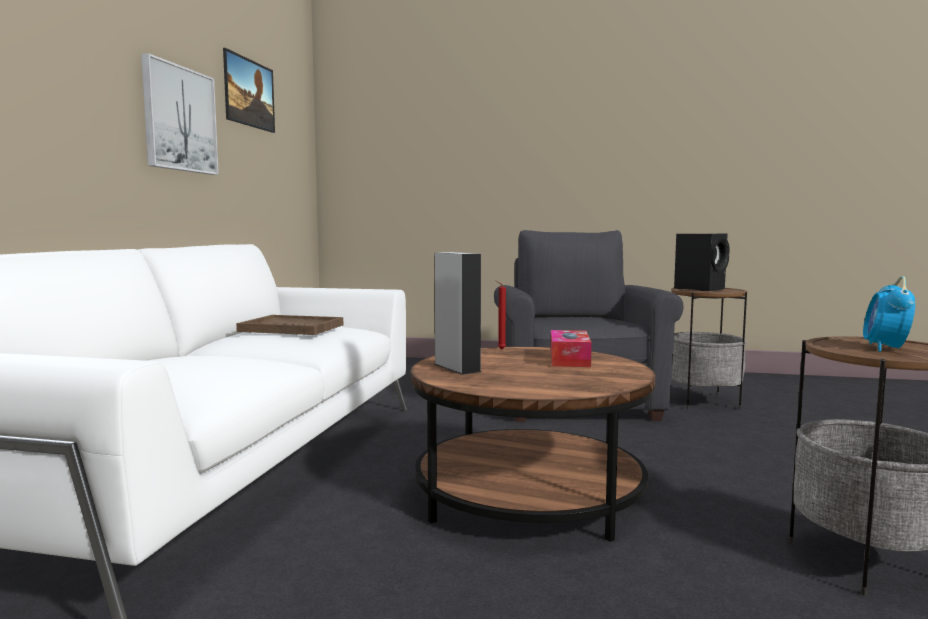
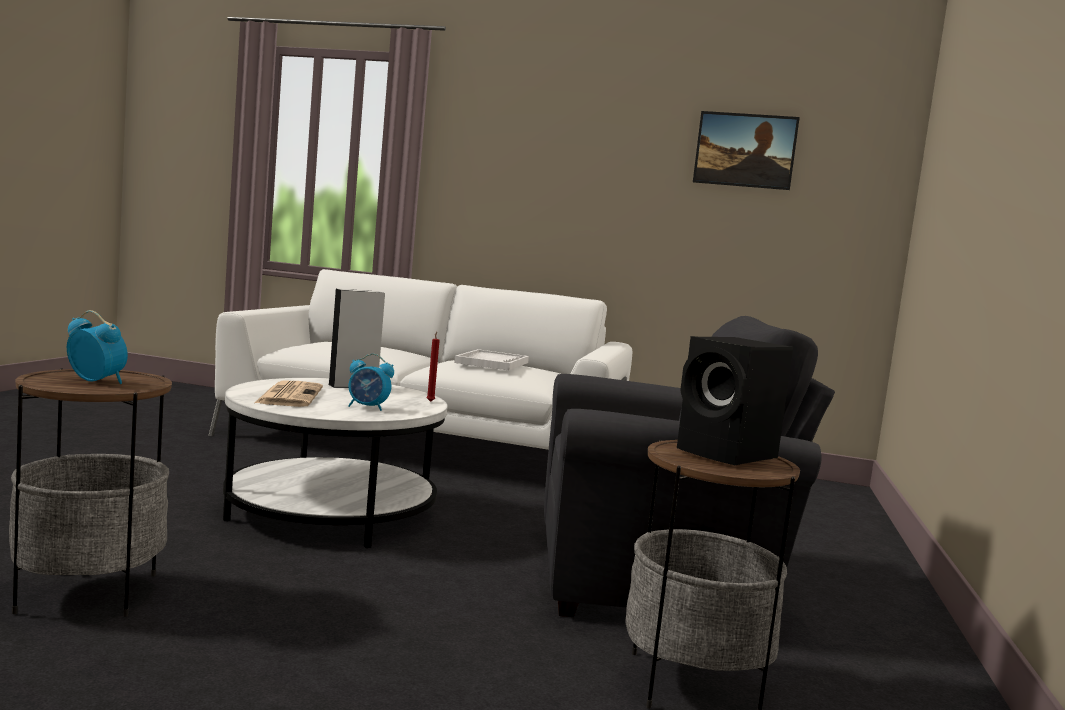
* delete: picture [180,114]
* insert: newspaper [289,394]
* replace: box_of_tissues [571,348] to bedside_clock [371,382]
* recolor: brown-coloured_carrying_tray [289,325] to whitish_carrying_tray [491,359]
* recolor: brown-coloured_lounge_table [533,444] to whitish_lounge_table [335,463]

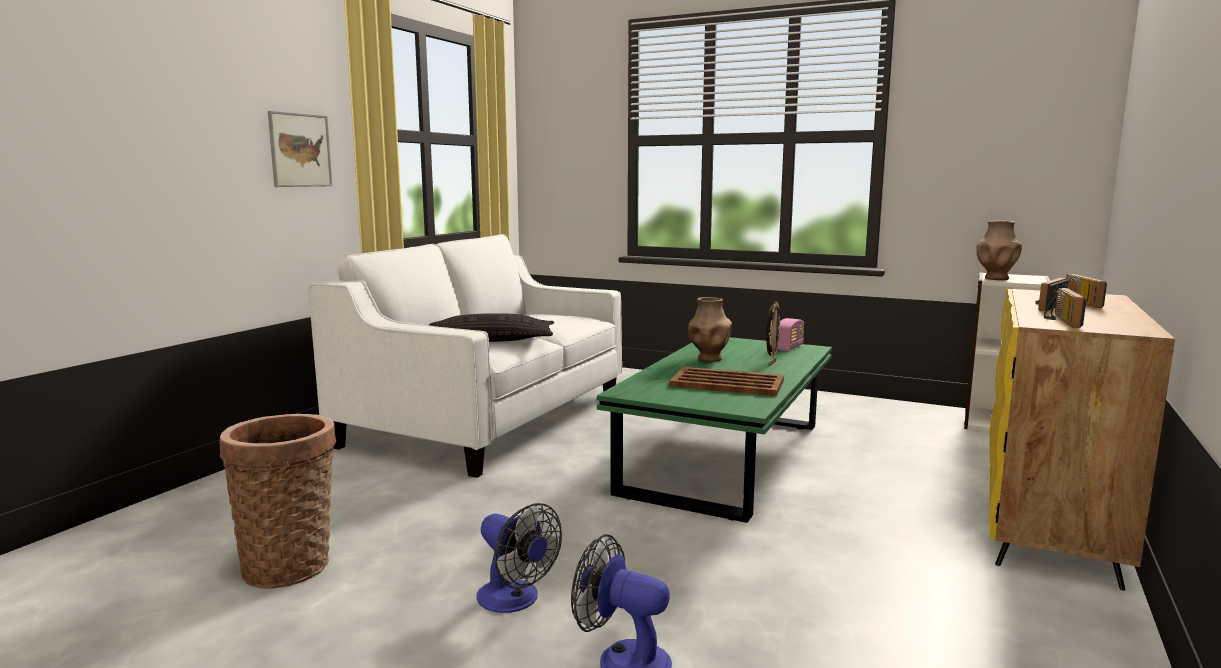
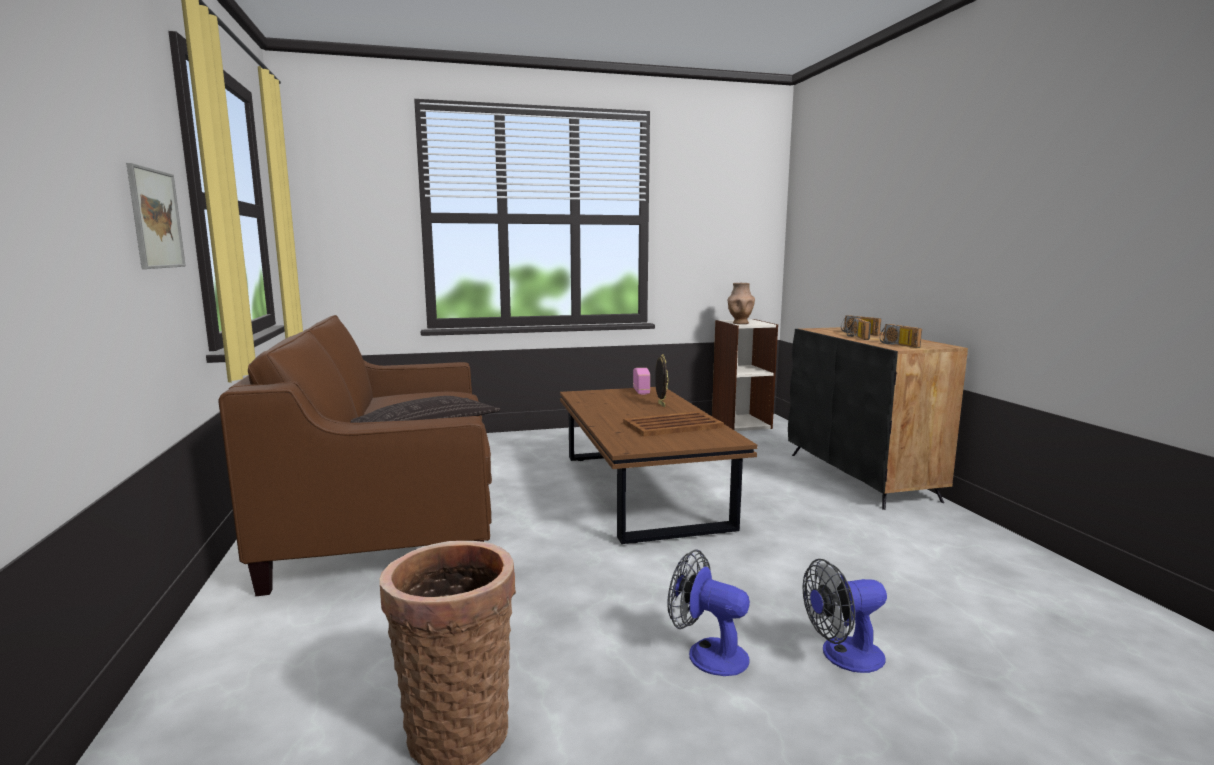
* delete: brown-coloured_vase [710,329]
* recolor: whitish_couch [465,356] to brown-coloured_couch [355,455]
* recolor: green-coloured_lounge_table [714,430] to brown-coloured_lounge_table [658,465]
* recolor: yellowish_storage_cabinet [1082,440] to black_storage_cabinet [878,418]
* rotate: cooling_fan [519,558] = [708,613] 150 degrees counterclockwise

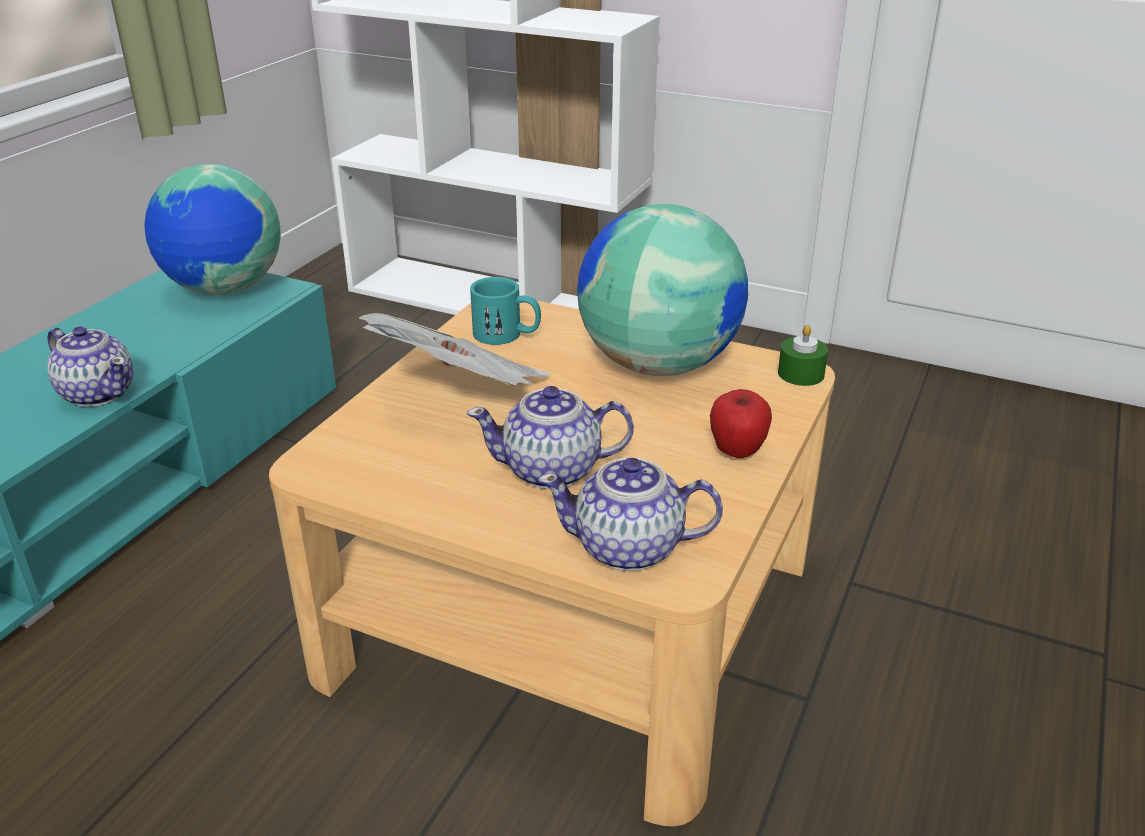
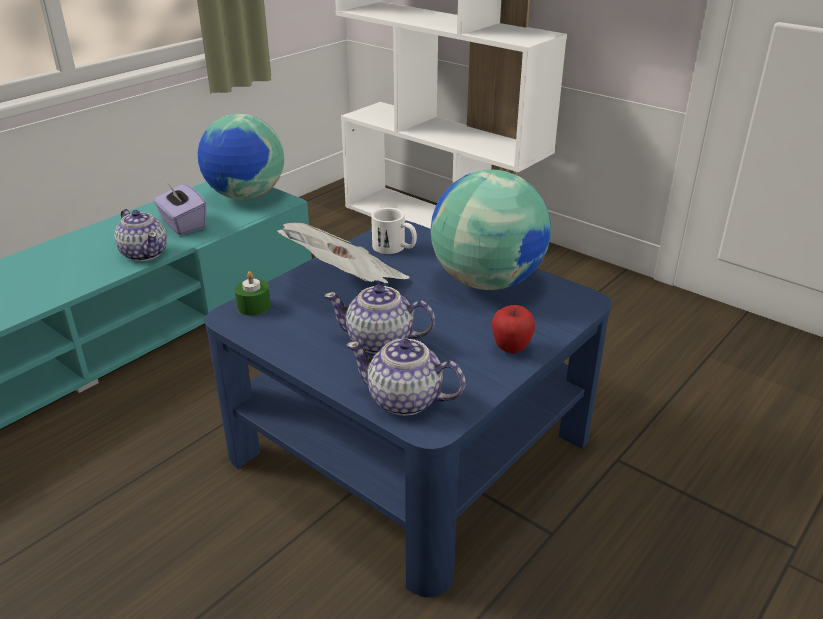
* insert: purple_box_of_tissues [180,209]
* move: green-coloured_candle [803,355] to [253,293]
* recolor: beige_lounge_table [552,563] to blue_lounge_table [408,409]
* recolor: turquoise_coffee_mug [505,311] to whitish_coffee_mug [394,231]

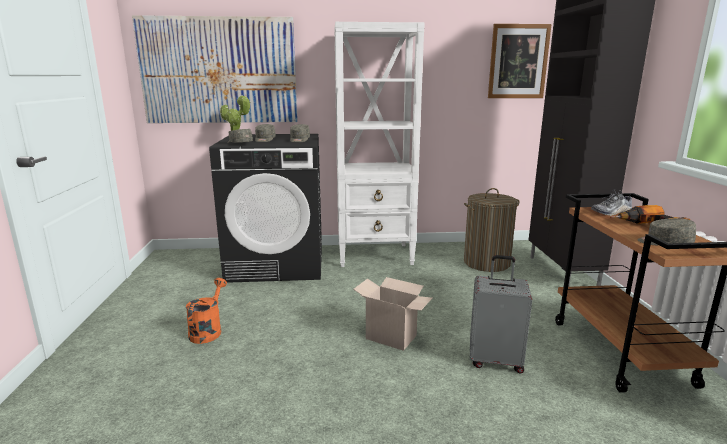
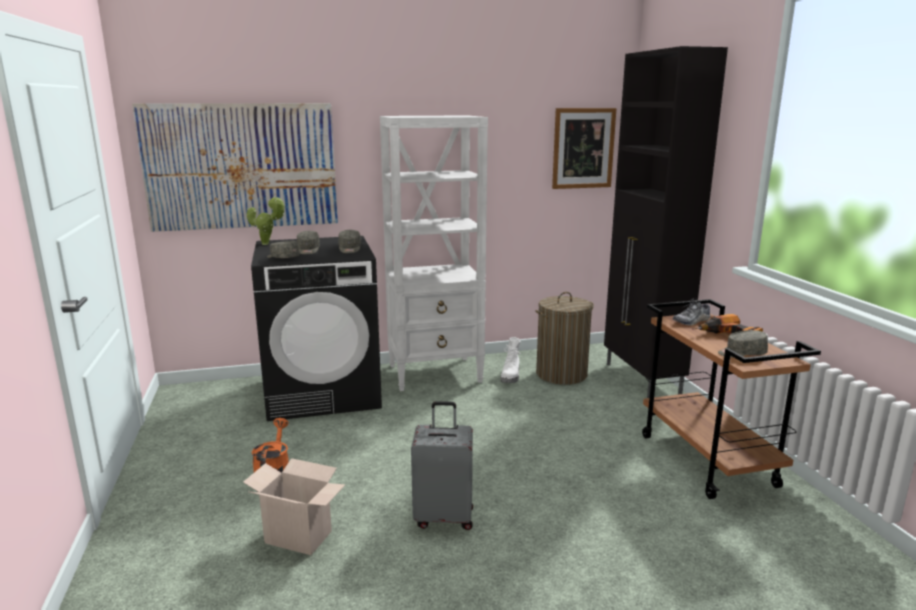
* insert: whitish_boot [510,360]
* move: packing_box [392,314] to [294,506]
* move: grey_travel_case [501,314] to [442,465]

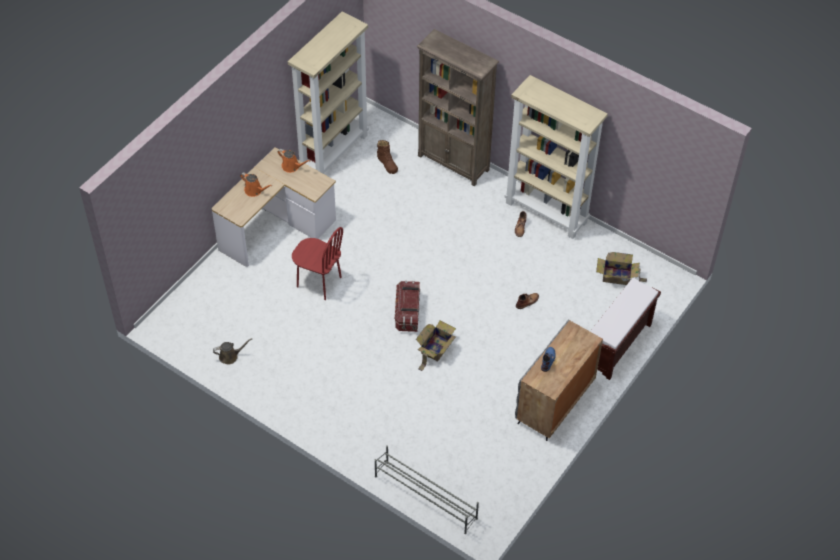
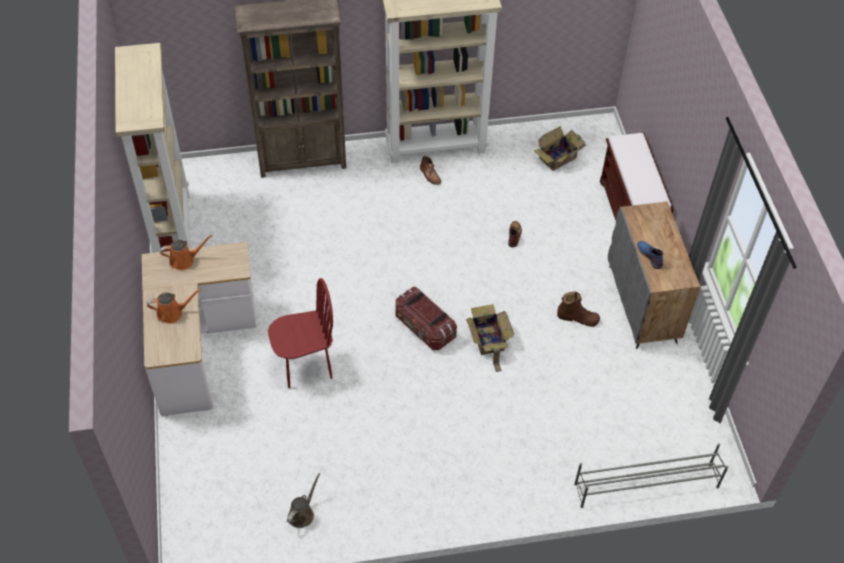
* move: brown-coloured_boot [387,157] to [578,309]

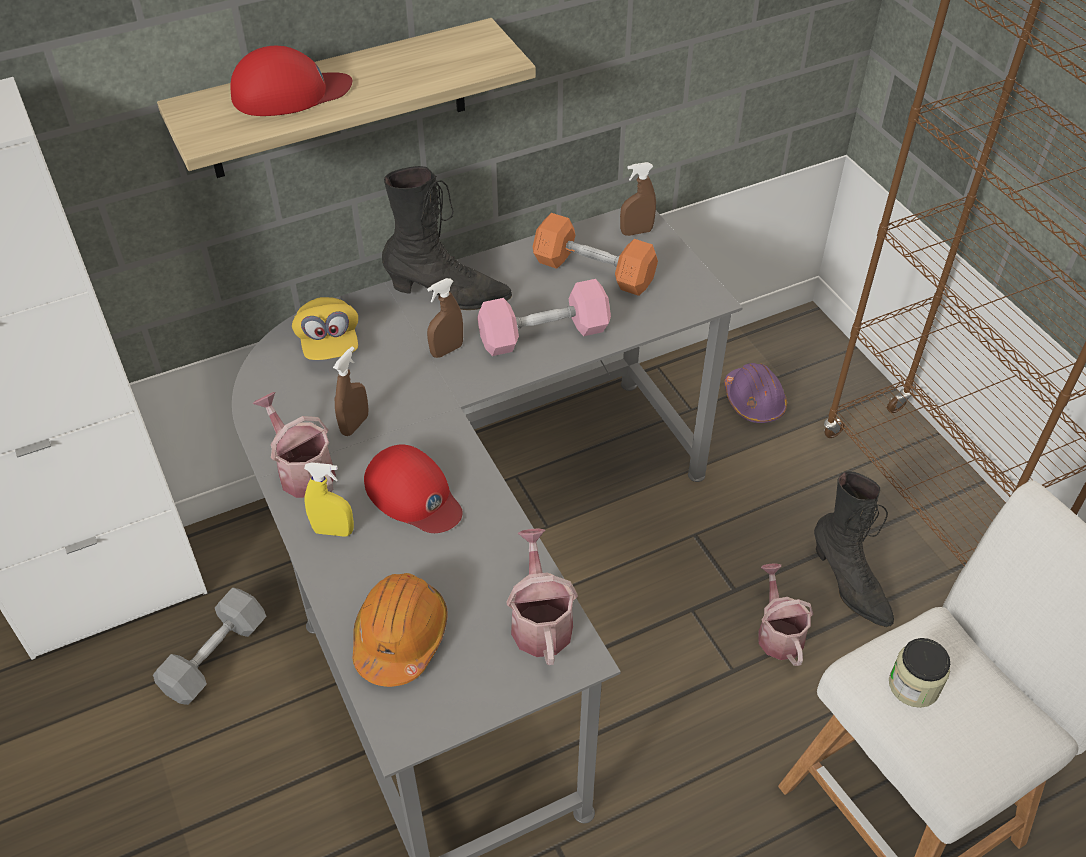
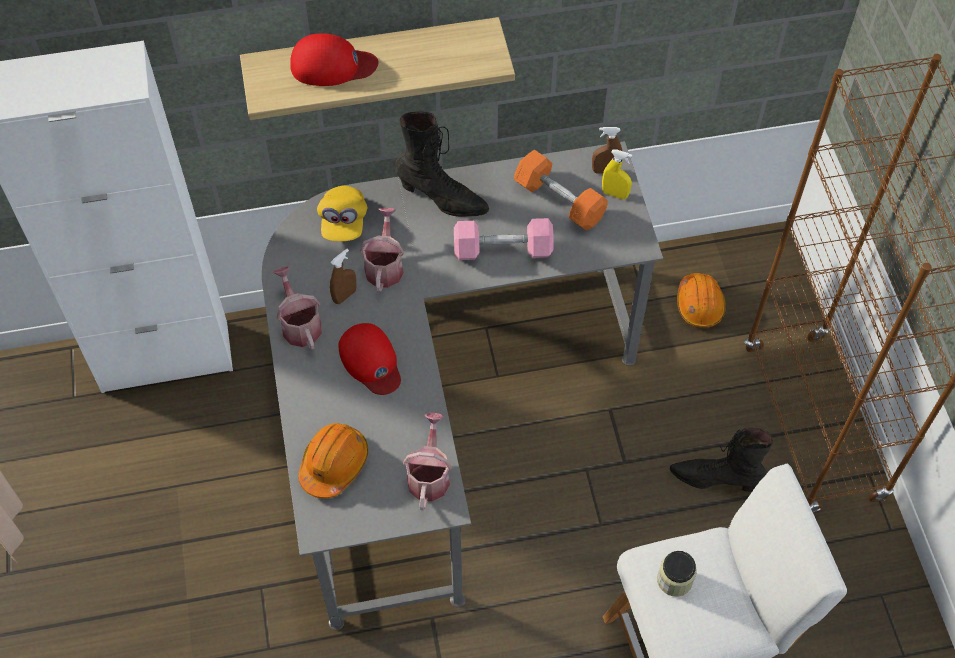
* delete: grey_dumbbell [210,646]
* delete: brown-coloured_hand_sprayer [445,318]
* move: yellowish_hand_sprayer [329,500] to [617,174]
* move: watering_can [785,614] to [382,250]
* recolor: purple_safety_helmet [755,393] to orangey_safety_helmet [701,300]
* rotate: black_boot [854,549] = [721,460] 120 degrees clockwise

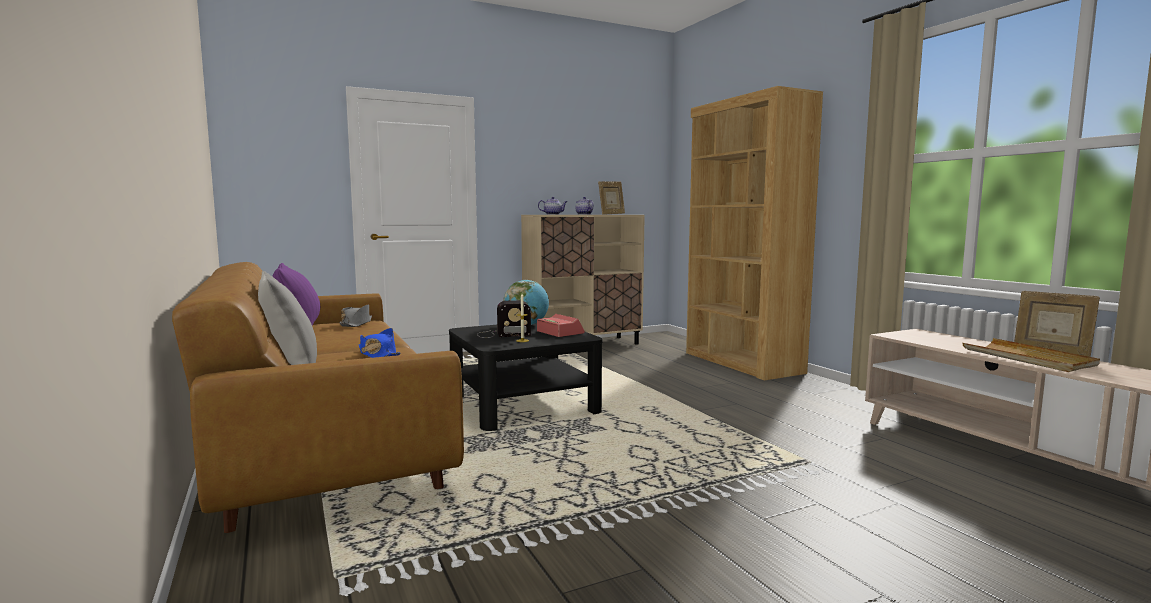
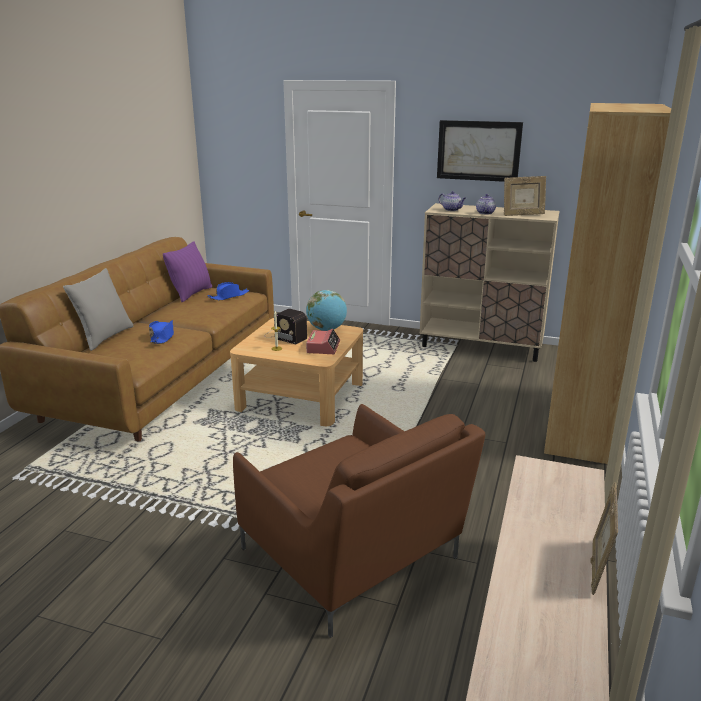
* delete: beige_carrying_tray [1031,355]
* insert: brown-coloured_armchair [359,521]
* insert: picture [480,151]
* recolor: grey_wearable_hat [355,316] to blue_wearable_hat [228,291]
* recolor: black_lounge_table [525,377] to beige_lounge_table [296,372]

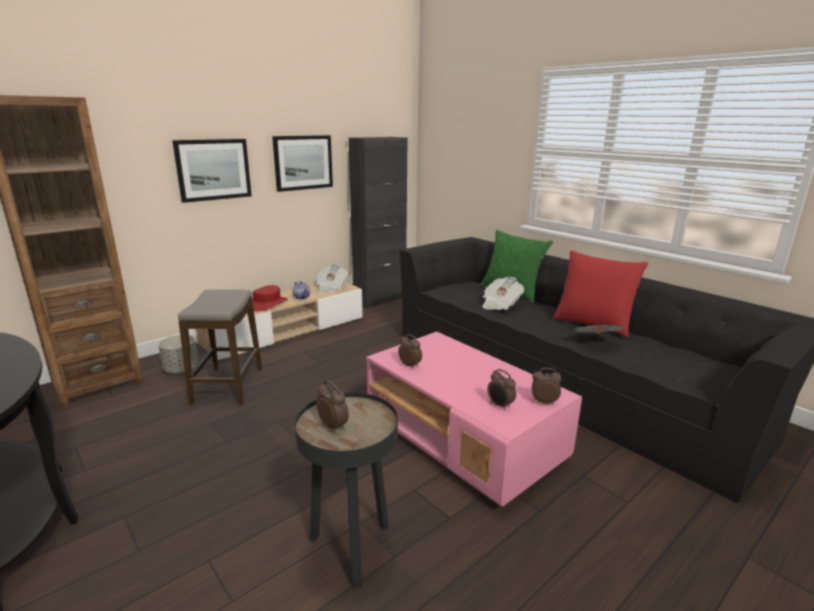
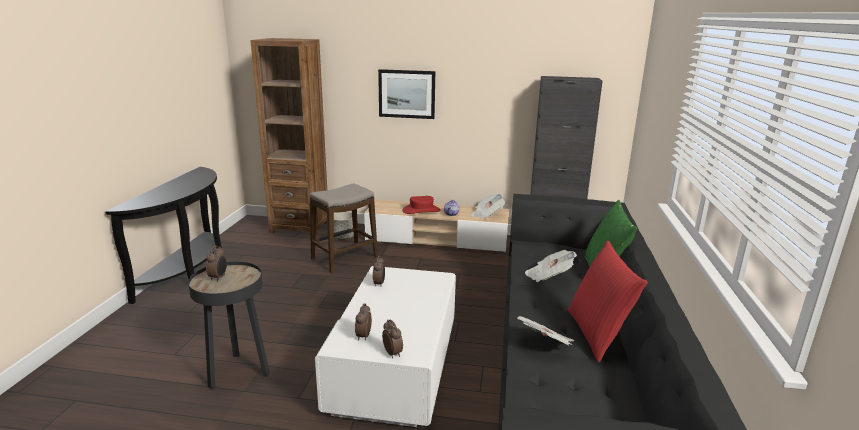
* delete: picture [302,163]
* recolor: pink_lounge_table [474,419] to whitish_lounge_table [385,347]

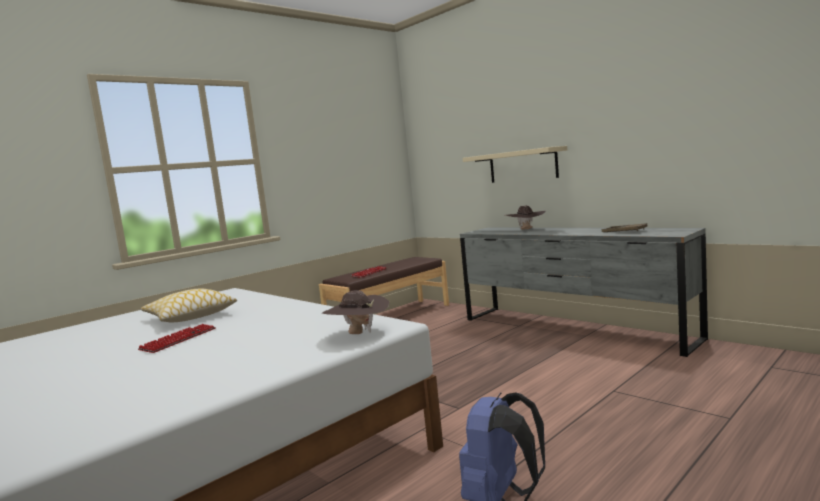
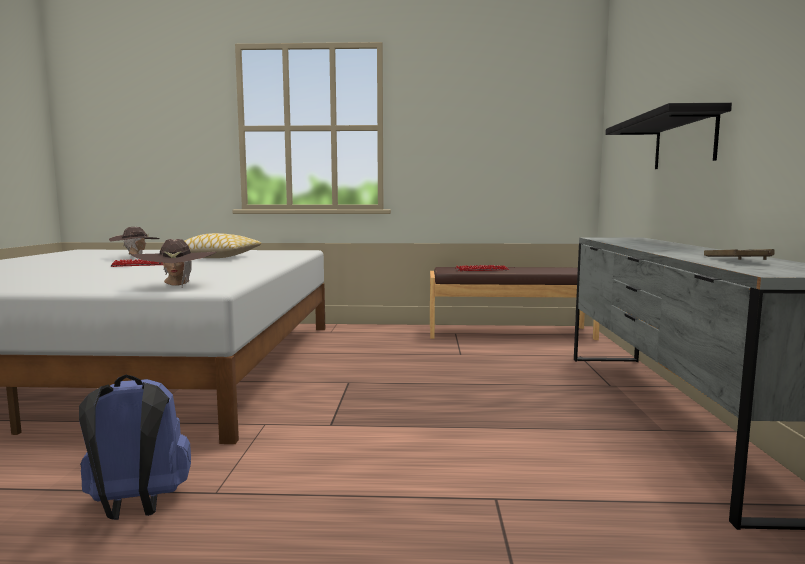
* move: brown-coloured_wearable_hat [525,217] to [134,241]
* recolor: beige_shelf [515,164] to black_shelf [668,136]

